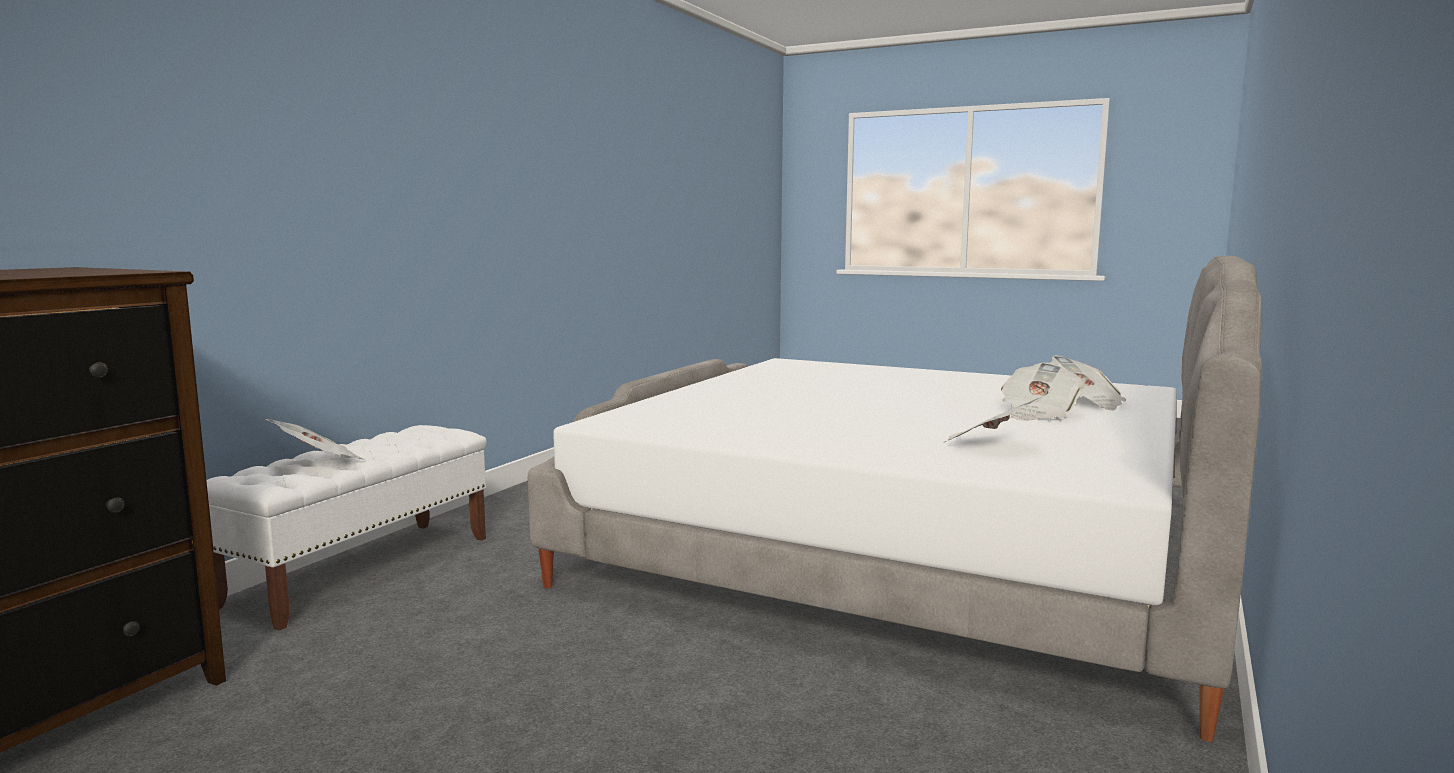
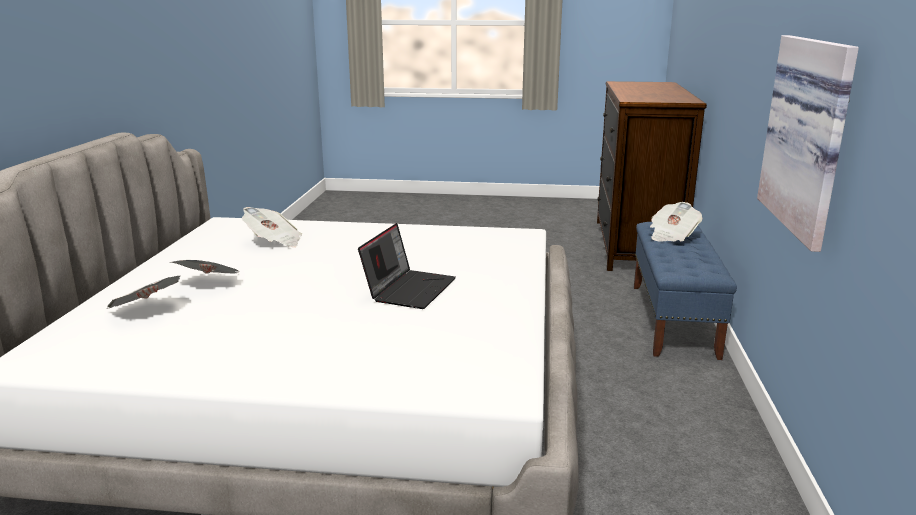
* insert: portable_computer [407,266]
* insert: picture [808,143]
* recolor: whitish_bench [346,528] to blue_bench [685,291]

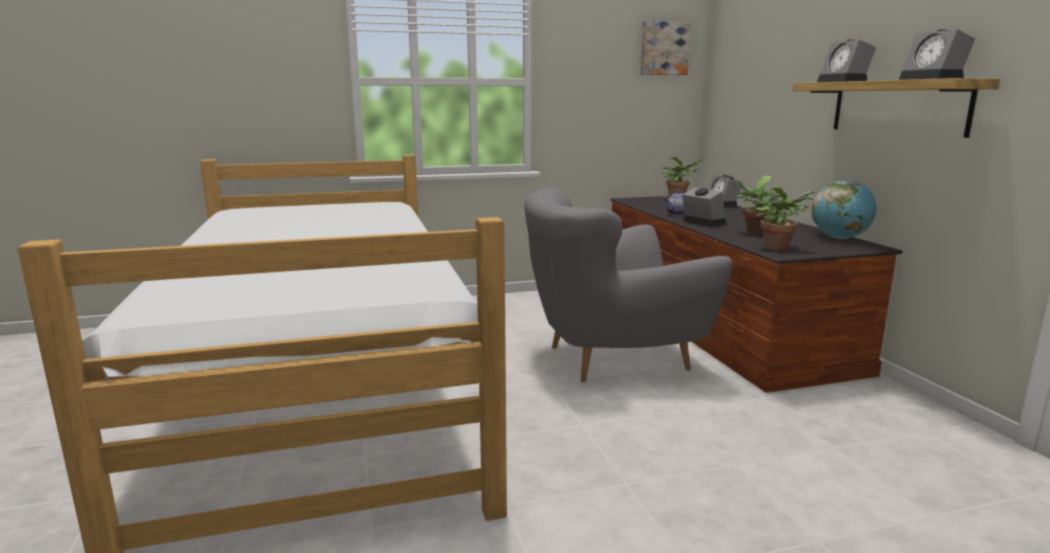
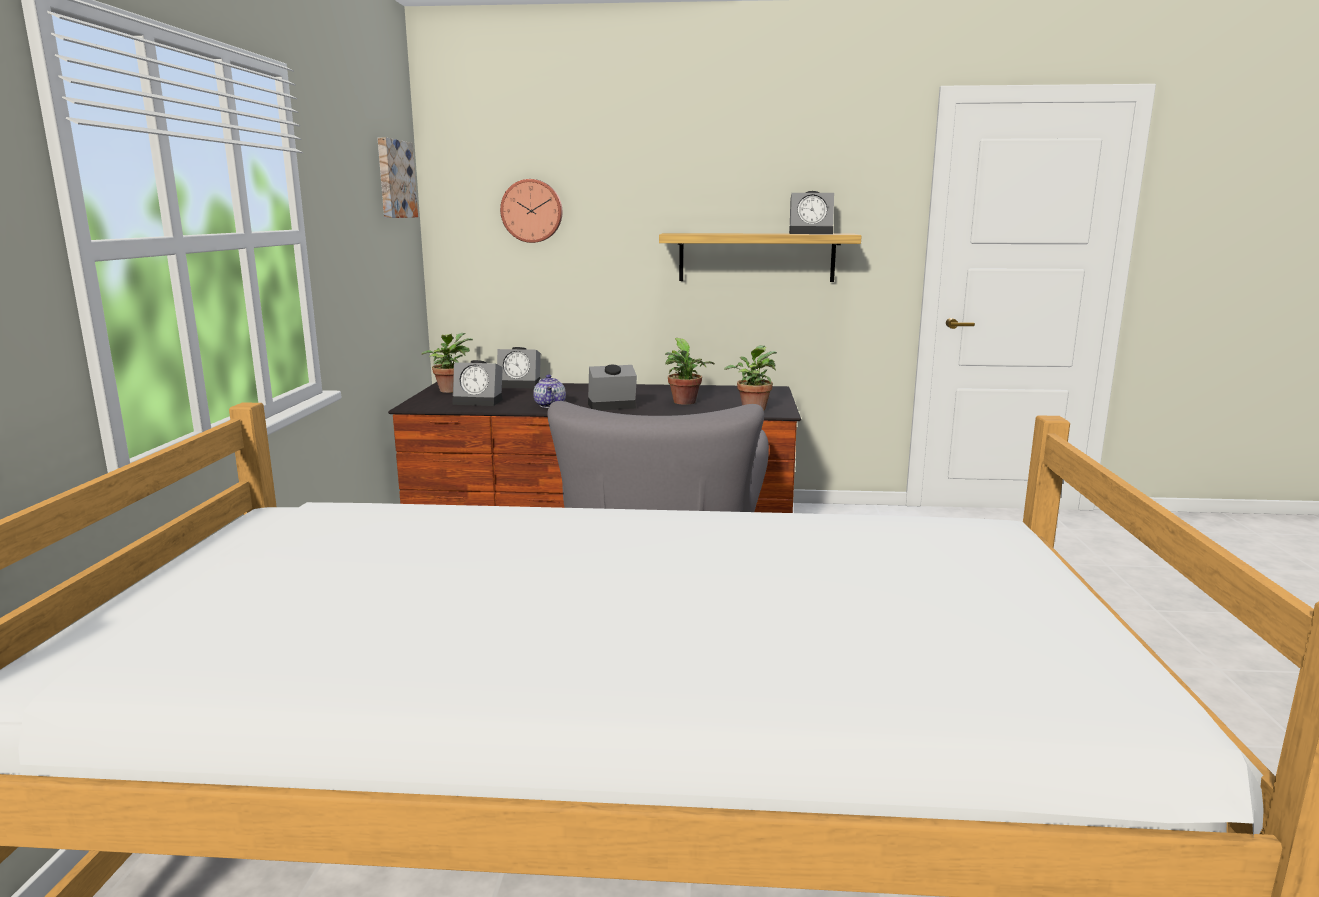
* delete: desk_globe [844,209]
* insert: wall_clock [531,211]
* move: bedside_clock [846,60] to [477,383]

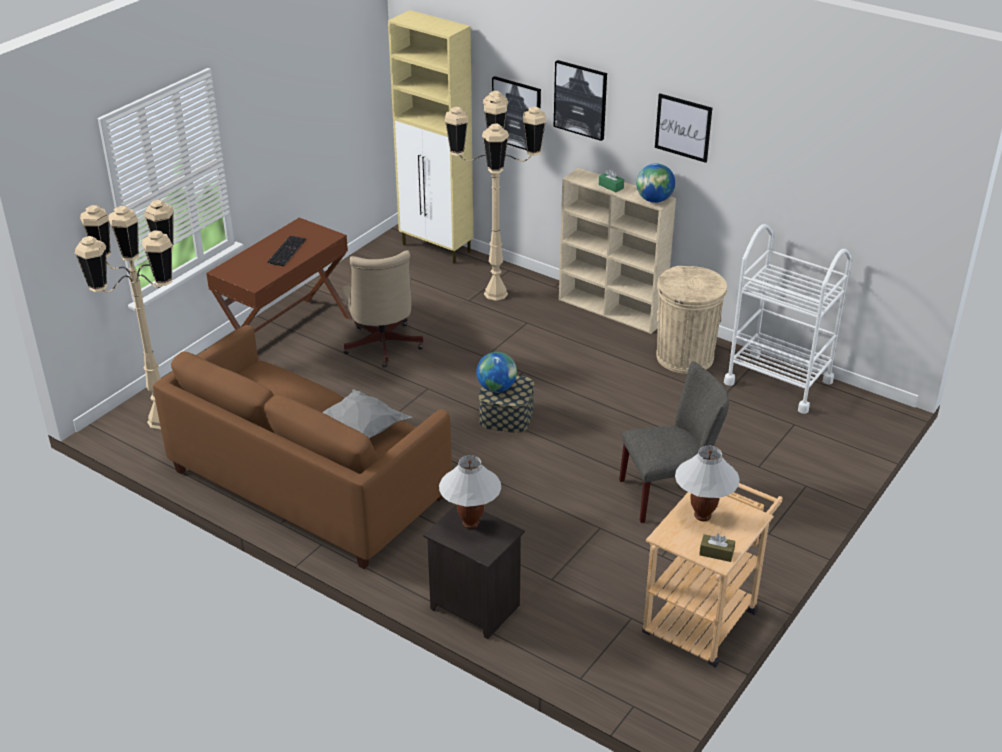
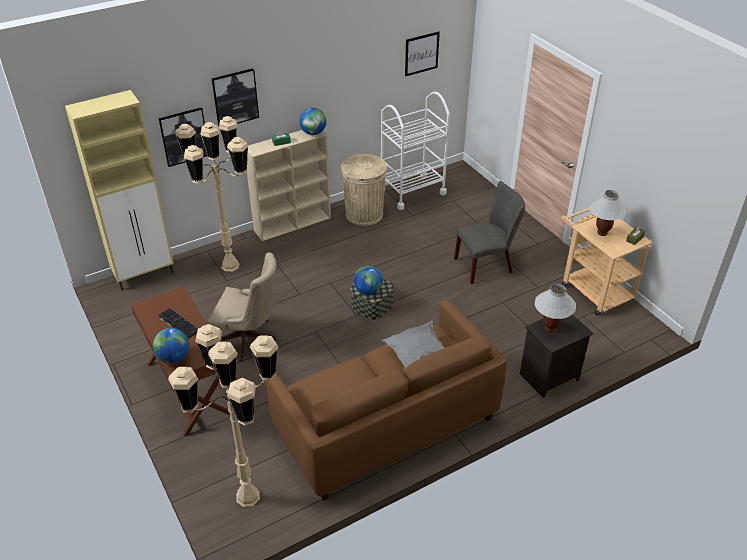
* insert: desk_globe [171,346]
* move: picture [683,128] to [422,54]
* rotate: grey_chair [674,442] = [489,232] 60 degrees clockwise

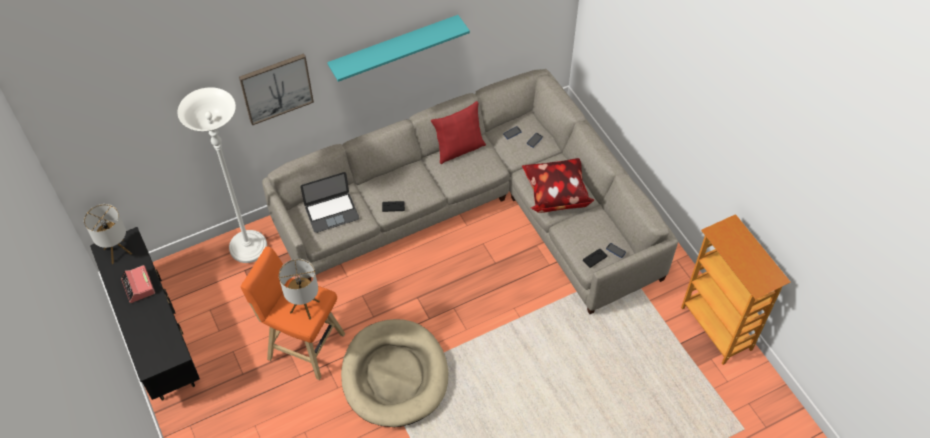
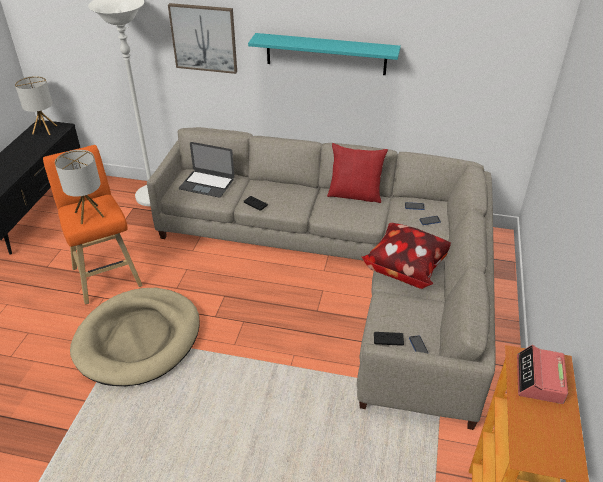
* move: bedside_clock [138,284] to [542,374]

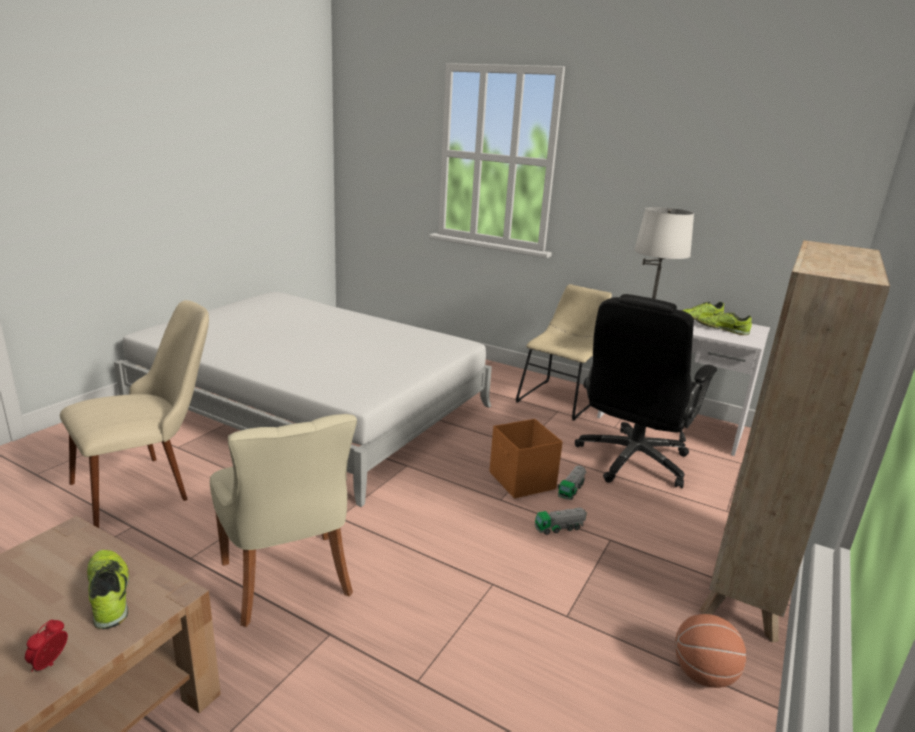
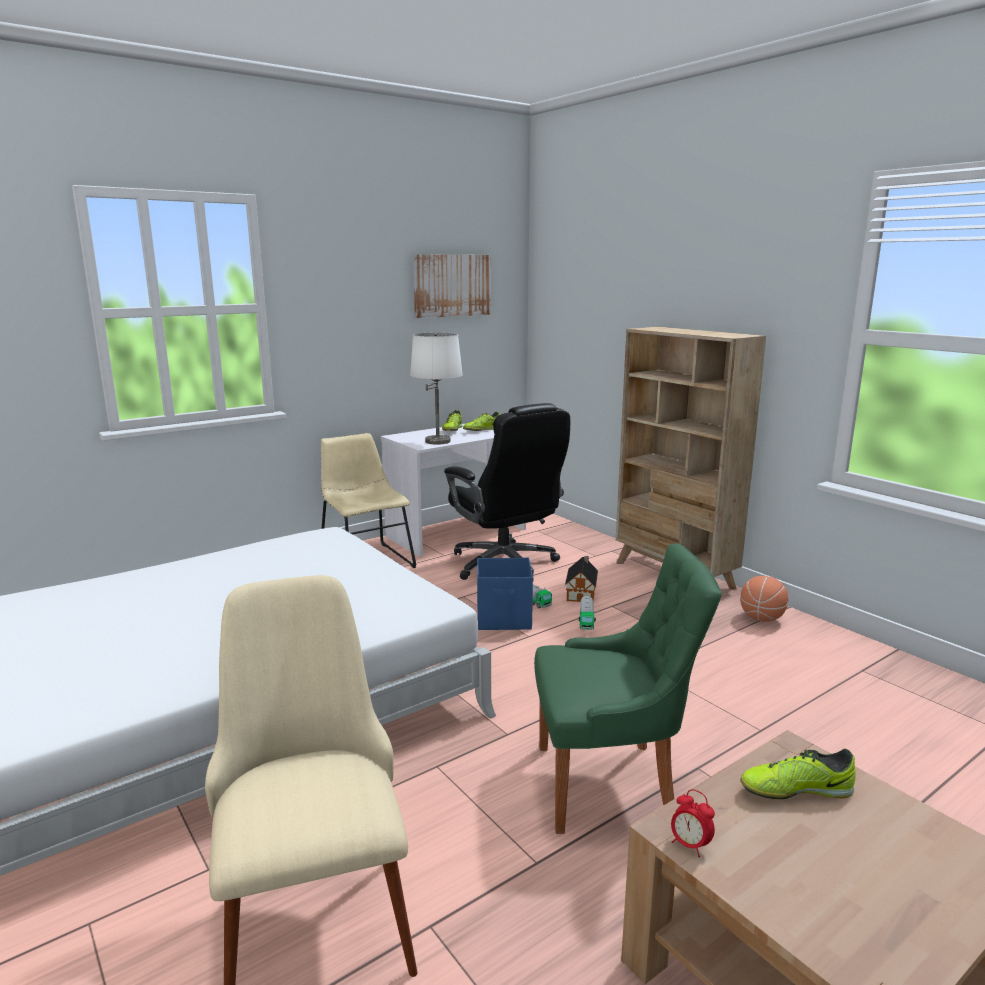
* insert: picture [452,286]
* insert: model_house [581,579]
* move: bedside_clock [46,645] to [693,823]
* recolor: beige_chair [283,520] to green-coloured_chair [628,688]
* recolor: orangey_storage_container [526,458] to blue_storage_container [505,594]

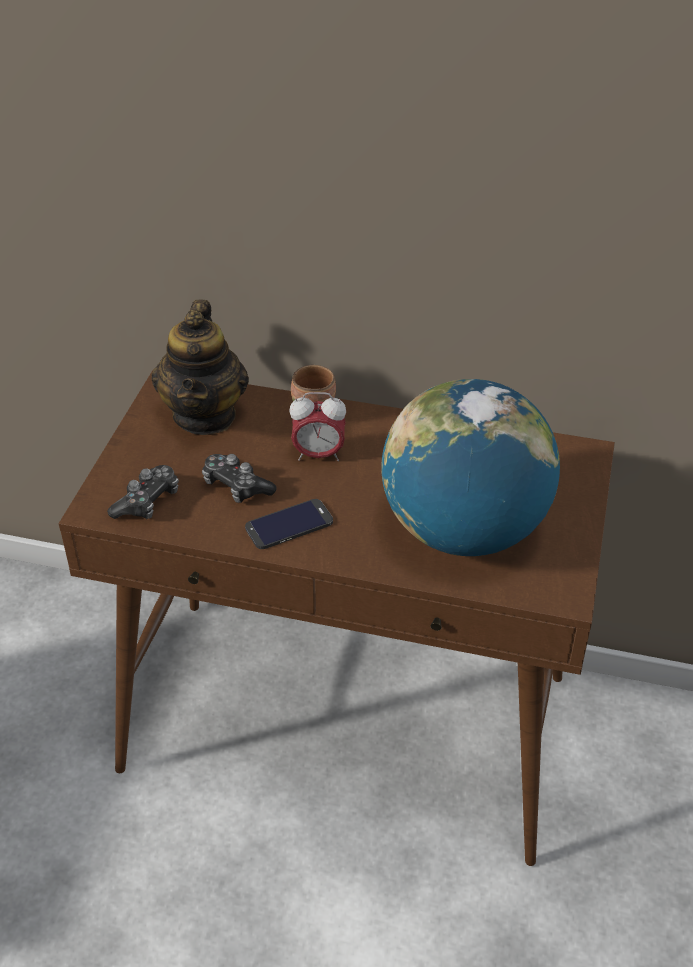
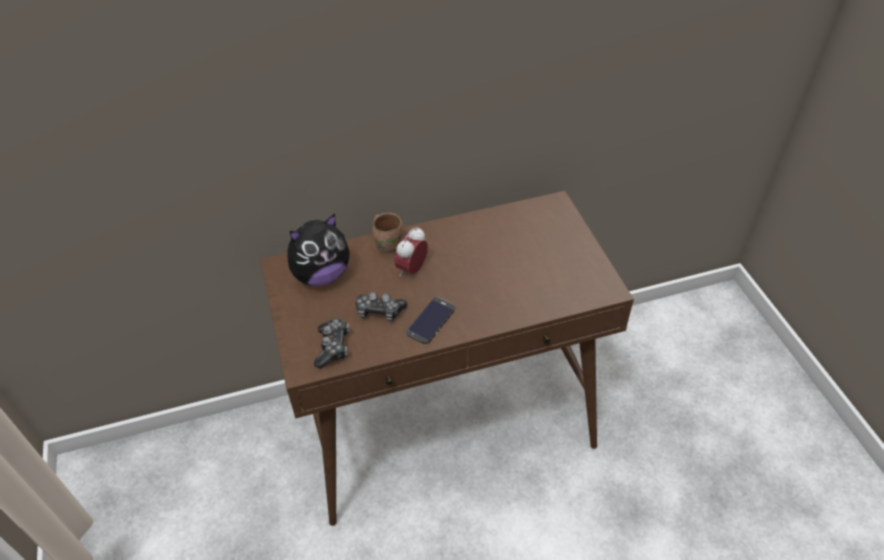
* delete: desk_globe [470,467]
* replace: tea_pot [200,367] to cuddly_toy [318,250]
* rotate: bedside_clock [317,426] = [411,251] 150 degrees clockwise

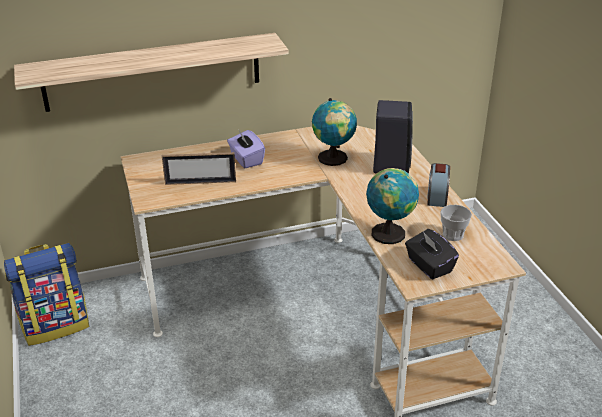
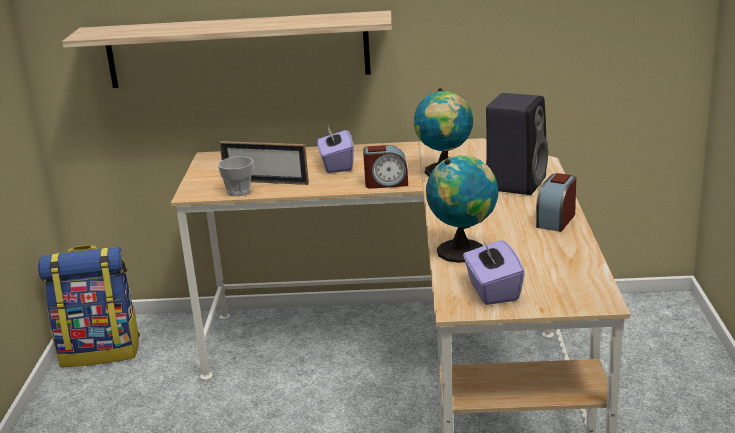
* insert: bedside_clock [385,167]
* move: drinking_cup [456,223] to [235,176]
* recolor: black_box_of_tissues [432,254] to purple_box_of_tissues [494,271]

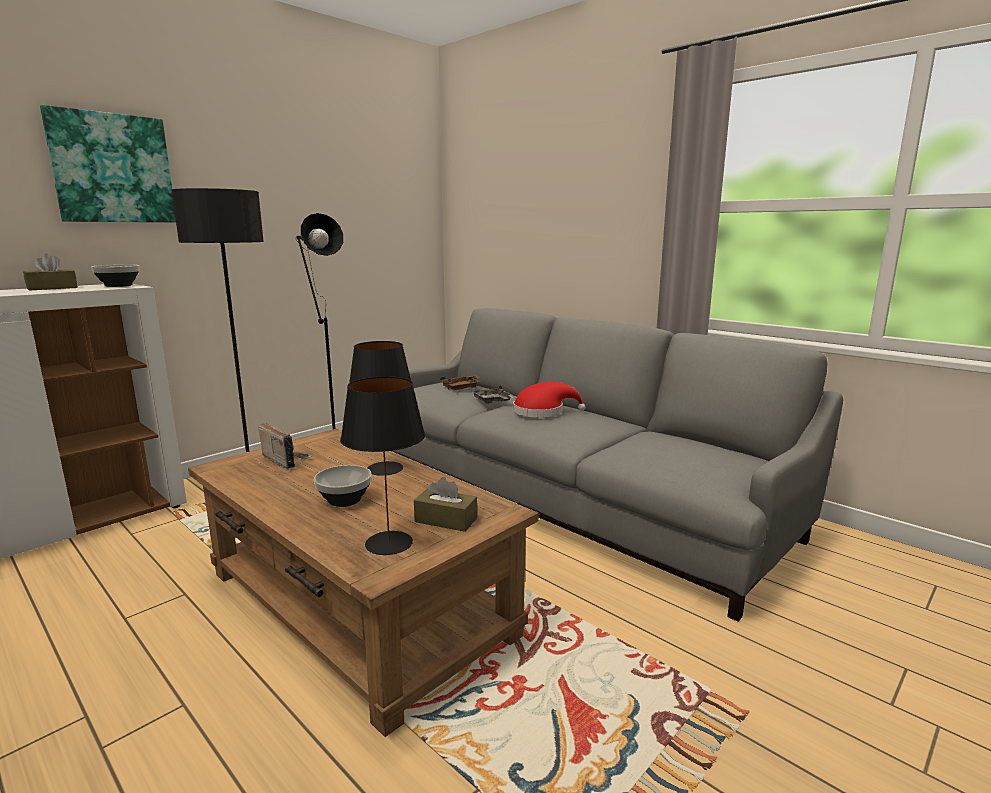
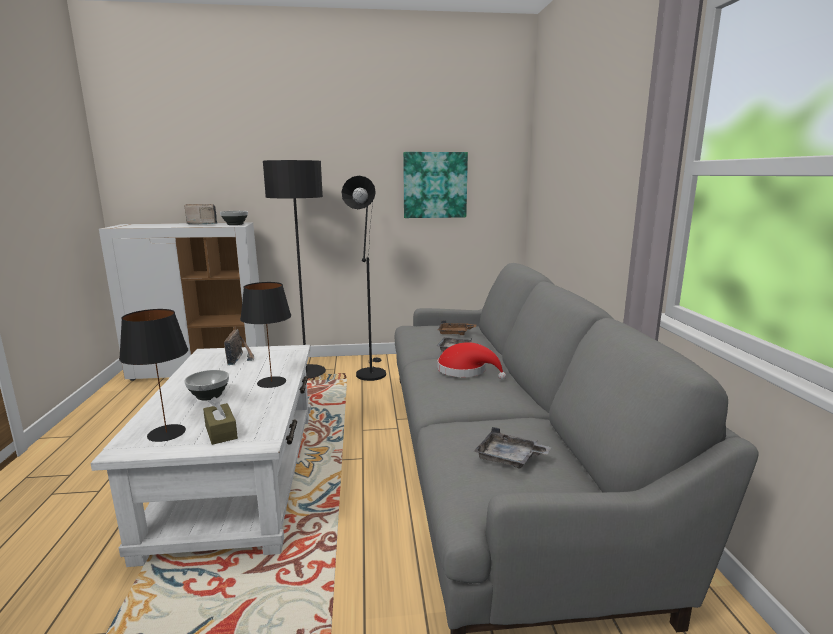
* insert: grey_carrying_tray [512,448]
* move: picture [108,164] to [435,185]
* replace: brown-coloured_box_of_tissues [50,272] to radio_receiver [201,214]
* recolor: brown-coloured_lounge_table [363,583] to whitish_lounge_table [201,456]

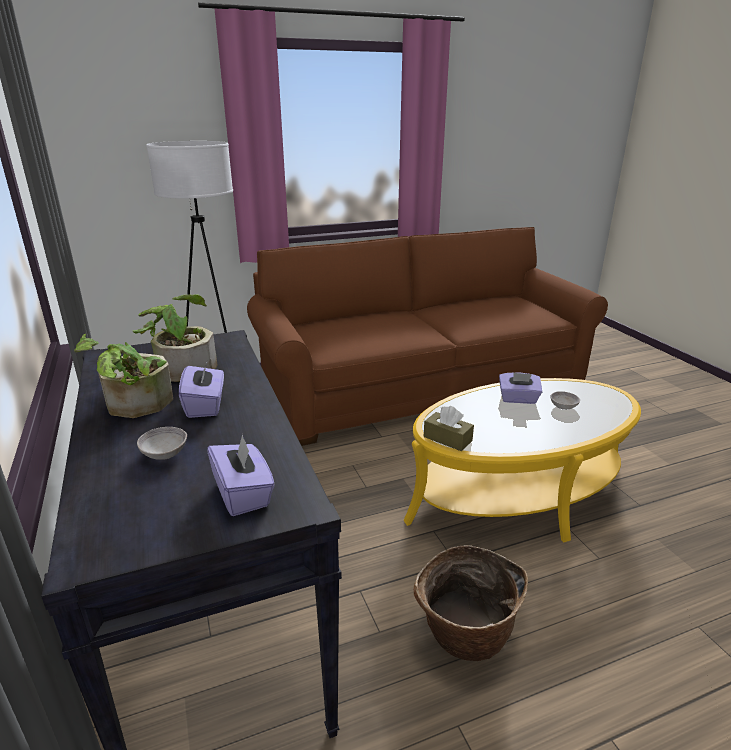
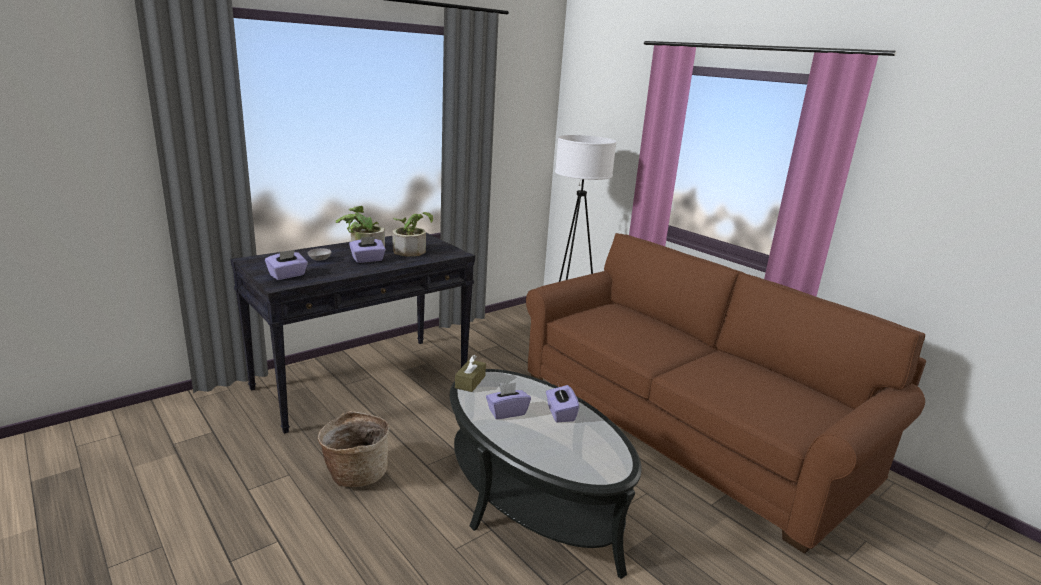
* delete: grey_bowl [565,400]
* insert: purple_box_of_tissues [508,401]
* recolor: yellowish_lounge_table [522,460] to black_lounge_table [546,474]

